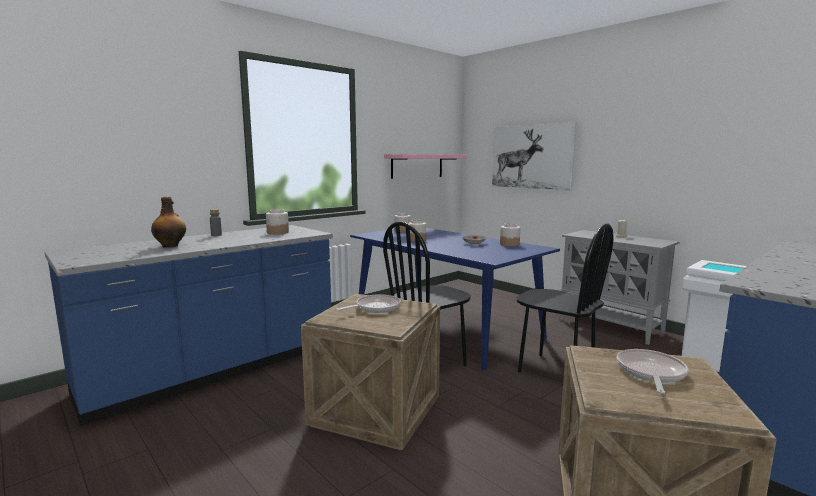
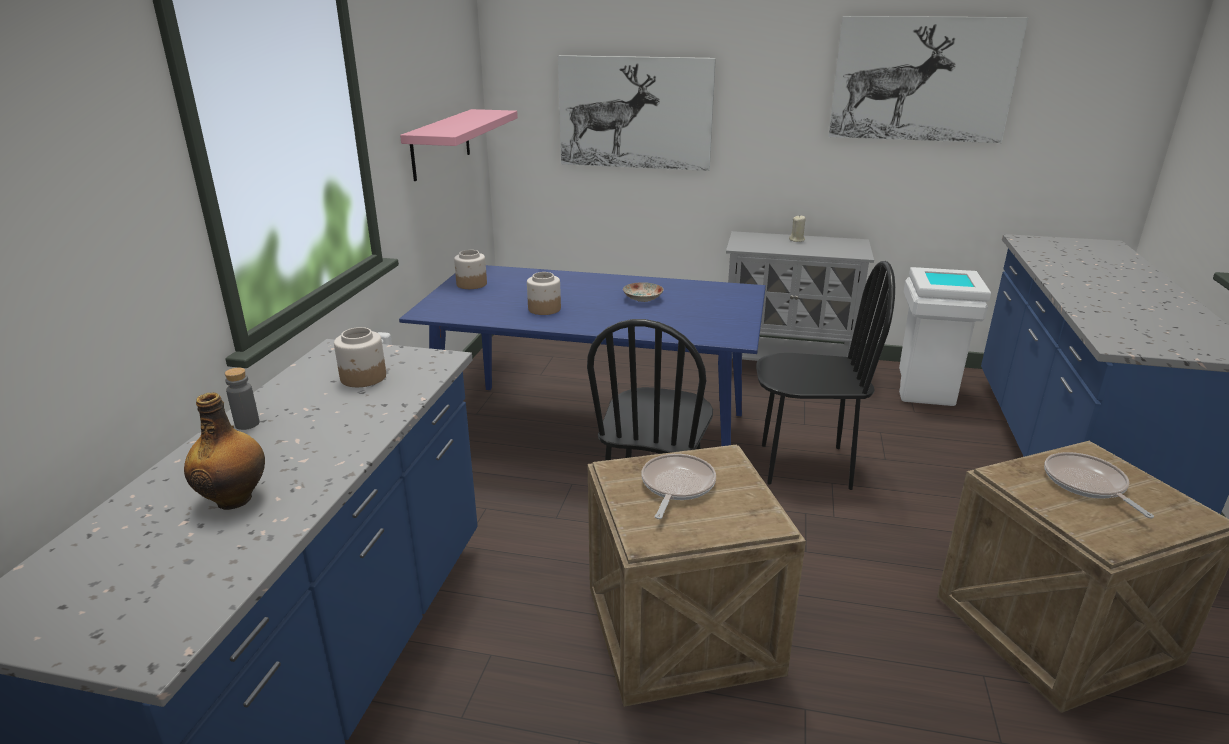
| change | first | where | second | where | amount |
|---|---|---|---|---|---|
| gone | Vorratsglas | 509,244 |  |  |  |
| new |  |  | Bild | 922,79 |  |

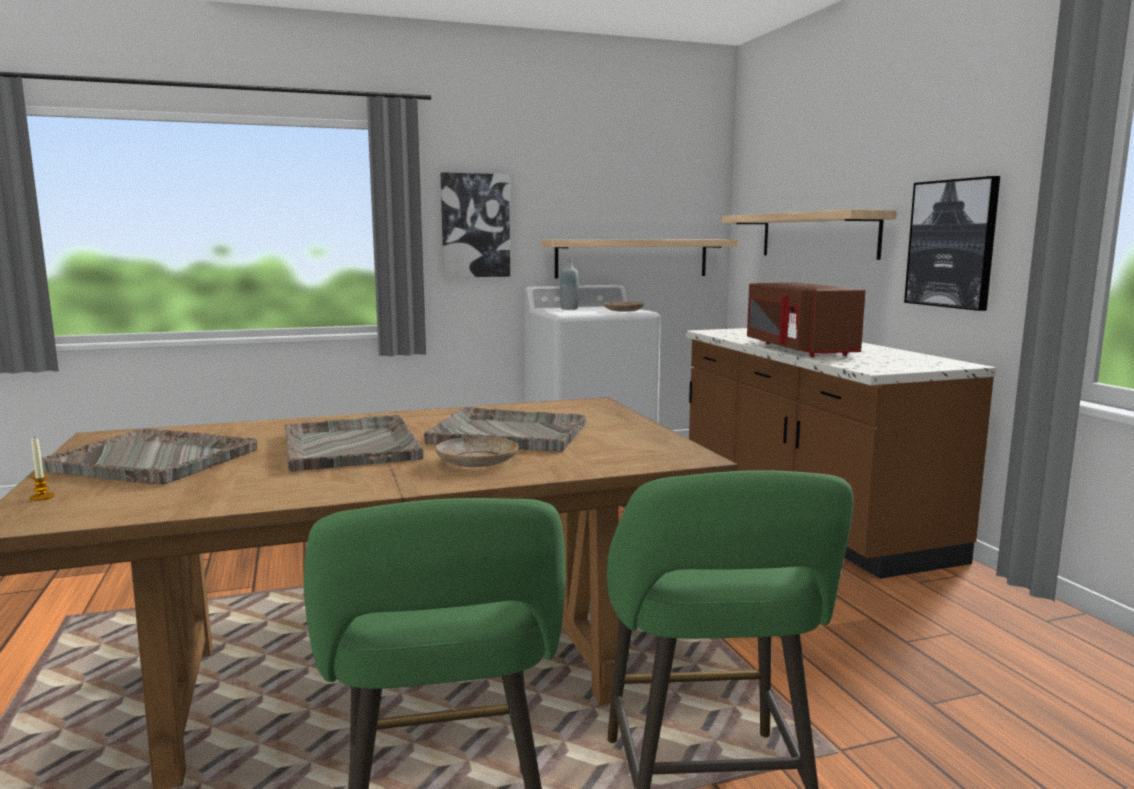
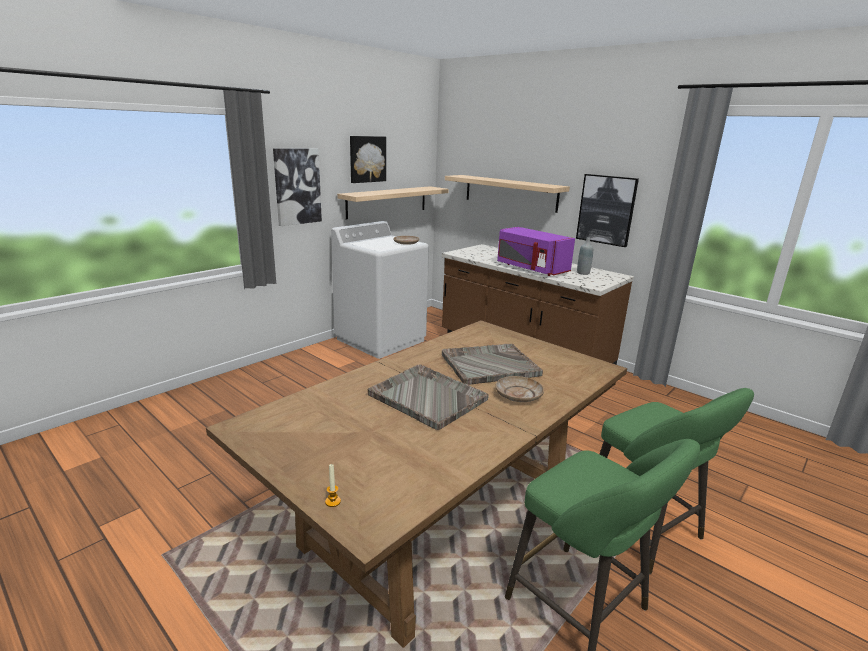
| change | first | where | second | where | amount |
|---|---|---|---|---|---|
| shifted | Flasche [grau] | 569,309 |  | 583,273 |  |
| repainted | Mikrowelle [braun] | 797,349 | Mikrowelle [lila] | 530,268 |  |
| gone | Tablett [grau] | 152,460 |  |  |  |
| new |  |  | Bild | 367,159 |  |

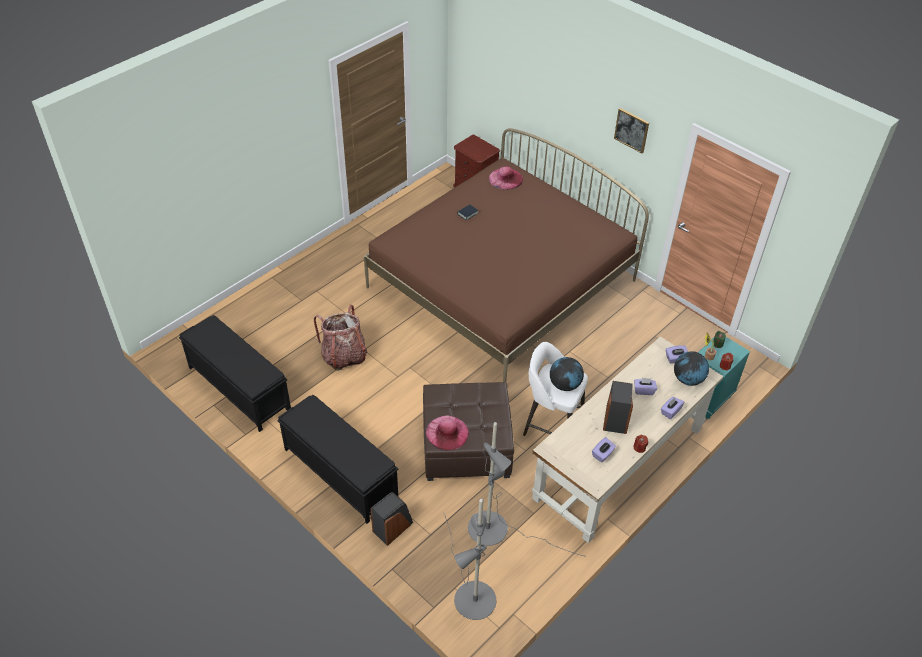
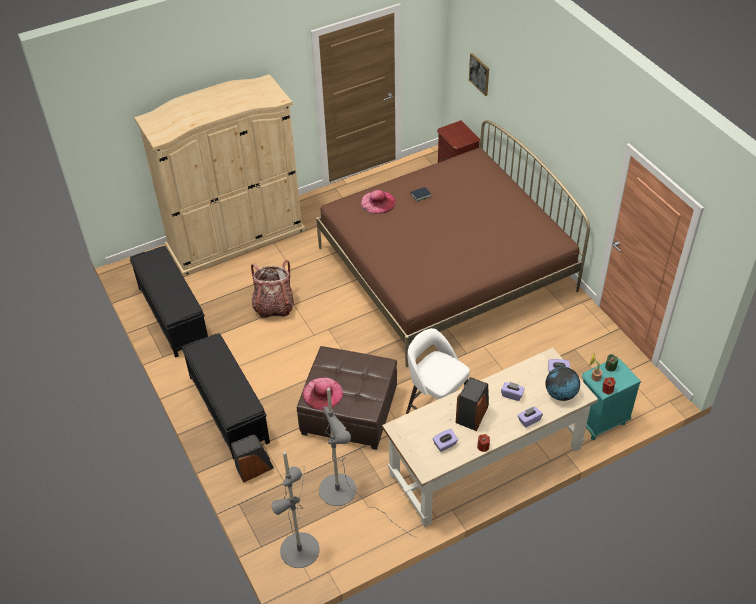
| change | first | where | second | where | amount |
|---|---|---|---|---|---|
| shifted | Bild | 632,130 |  | 479,74 |  |
| shifted | Hut [rosa] | 505,178 |  | 378,202 |  |
| gone | Globus | 565,384 |  |  |  |
| new |  |  | Kleiderschrank [beige] | 235,237 |  |

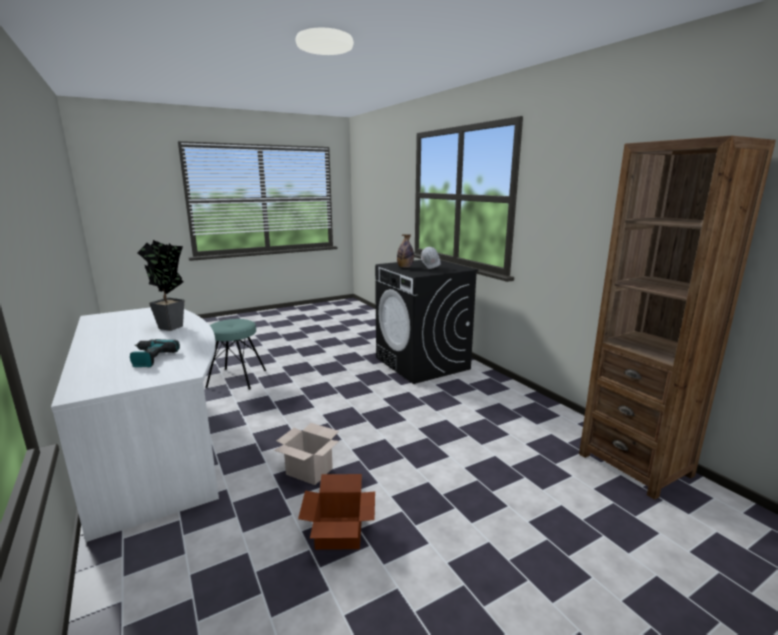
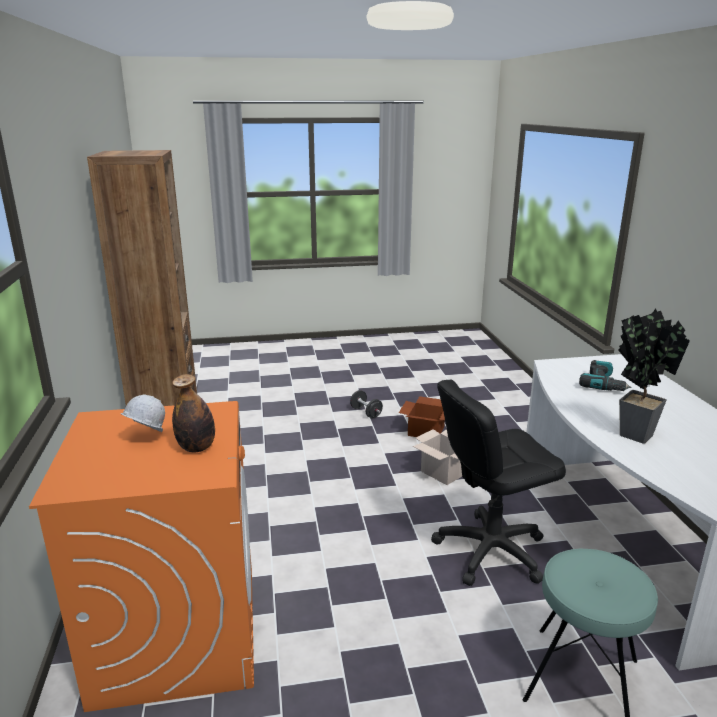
| change | first | where | second | where | amount |
|---|---|---|---|---|---|
| repainted | Waschmaschine [schwarz] | 422,363 | Waschmaschine [orange] | 178,631 |  |
| new |  |  | Bürostuhl [schwarz] | 490,550 |  |
| new |  |  | Hantel [schwarz] | 366,412 |  |

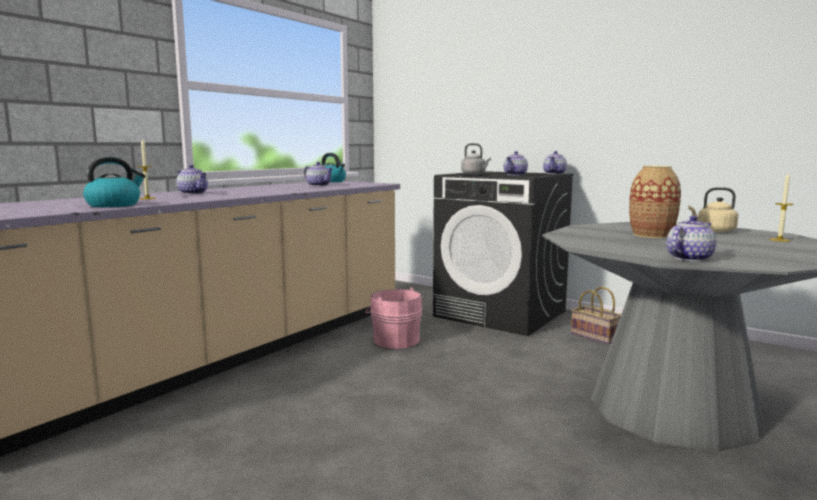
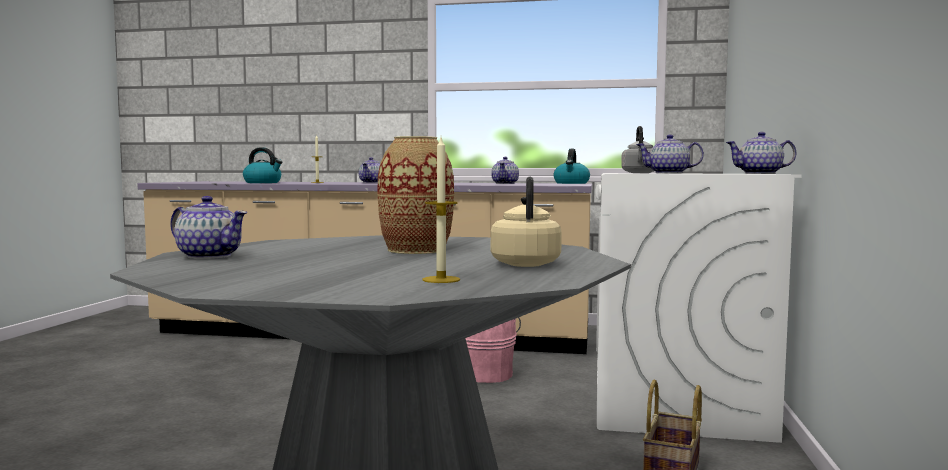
| change | first | where | second | where | amount |
|---|---|---|---|---|---|
| repainted | Waschmaschine [schwarz] | 501,314 | Waschmaschine [weiß] | 677,404 |  |

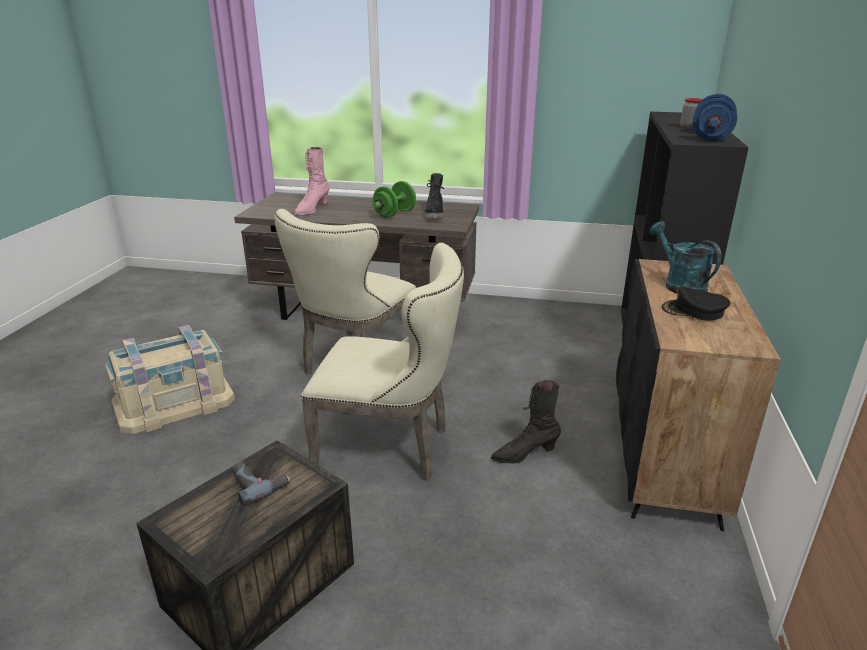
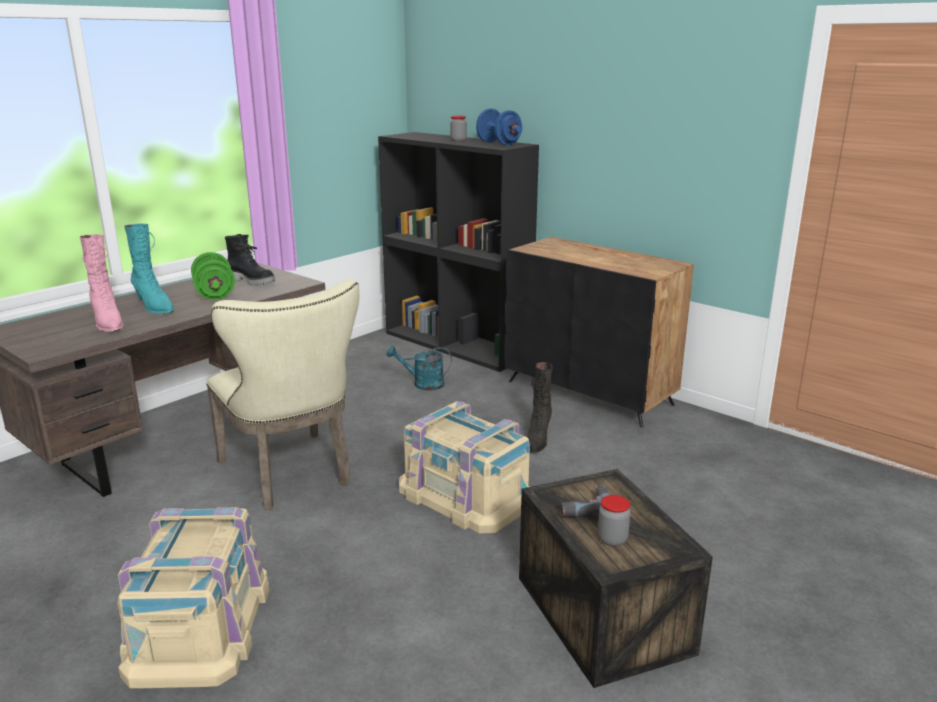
| change | first | where | second | where | amount |
|---|---|---|---|---|---|
| shifted | Gießkanne [türkis] | 679,285 |  | 423,384 |  |
| swapped | Stuhl [beige] | 391,447 | Aufbewahrungsbox [beige] | 466,494 |  |
| gone | Kappe [schwarz] | 694,311 |  |  |  |
| new |  |  | Stiefel [türkis] | 154,306 |  |
| new |  |  | Vorratsglas | 612,539 |  |

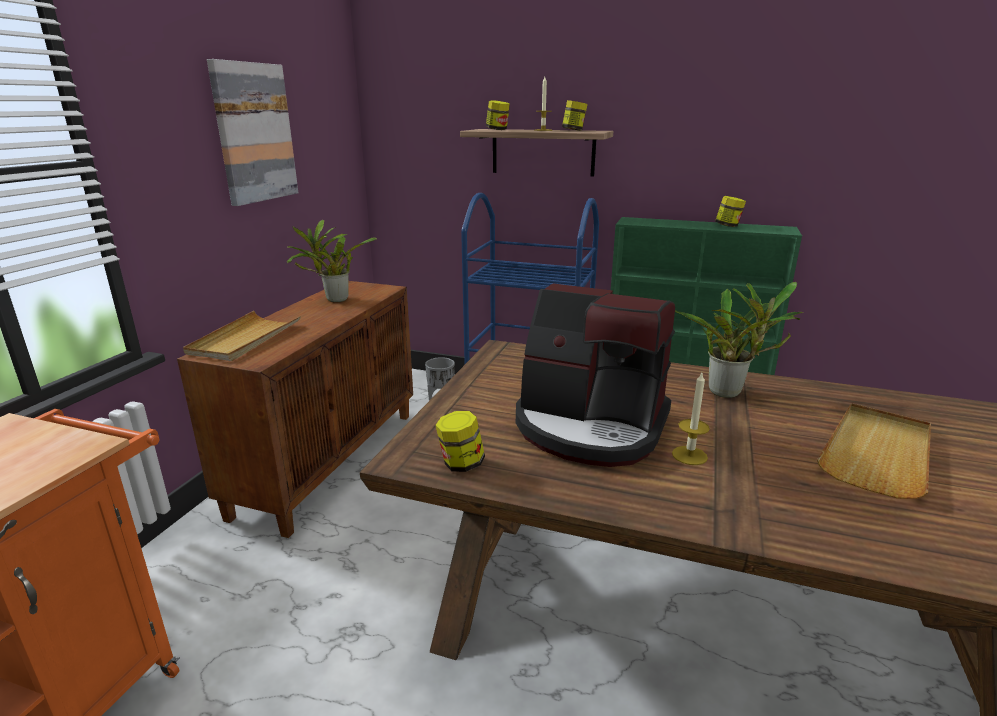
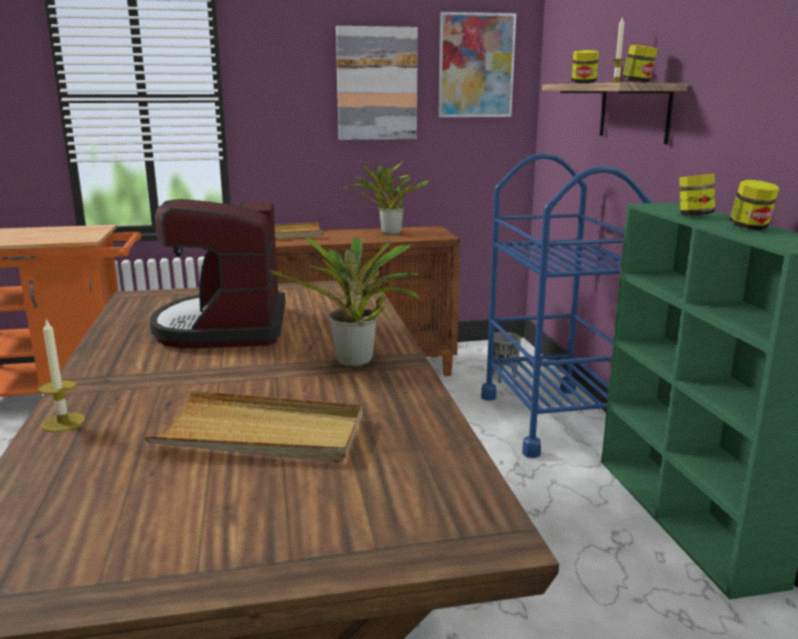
| change | first | where | second | where | amount |
|---|---|---|---|---|---|
| shifted | Kerze | 689,455 |  | 63,422 |  |
| shifted | Vorratsglas | 461,464 |  | 694,215 |  |
| new |  |  | Bild | 476,66 |  |

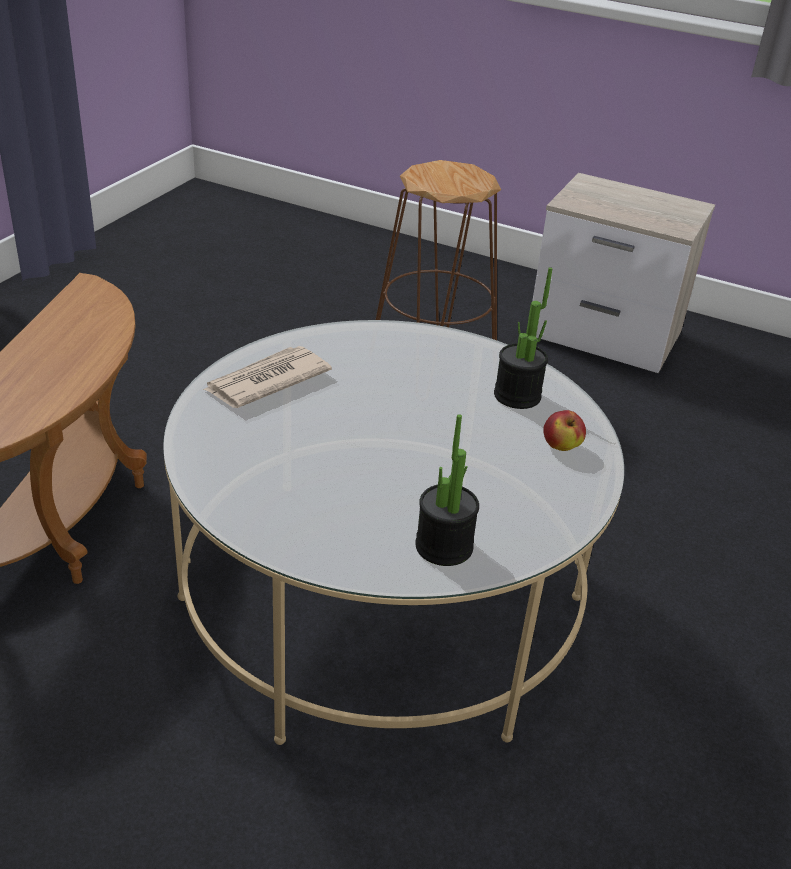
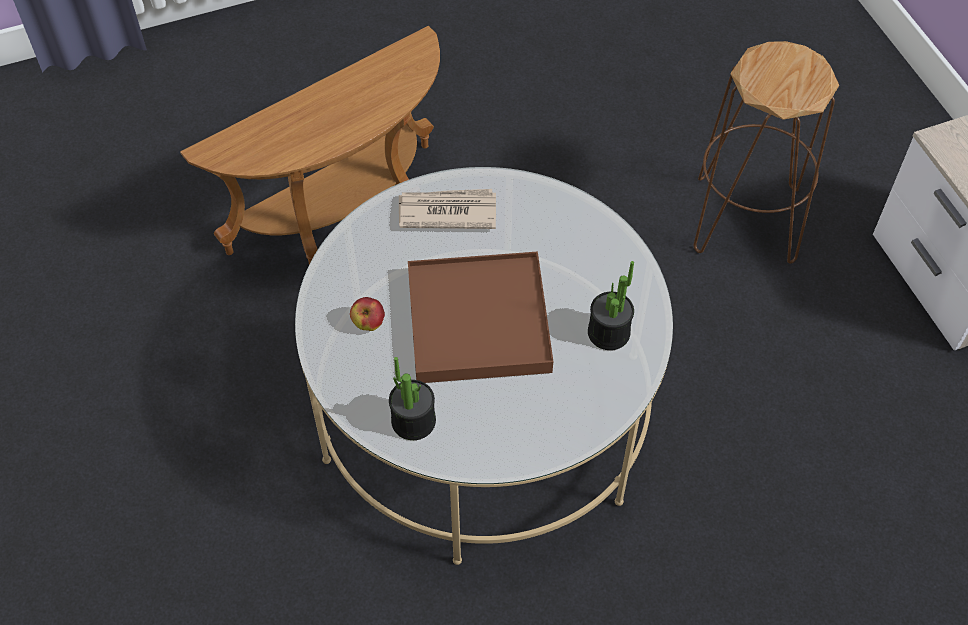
| change | first | where | second | where | amount |
|---|---|---|---|---|---|
| shifted | Apfel | 561,447 |  | 368,323 |  |
| new |  |  | Tablett [braun] | 479,322 |  |

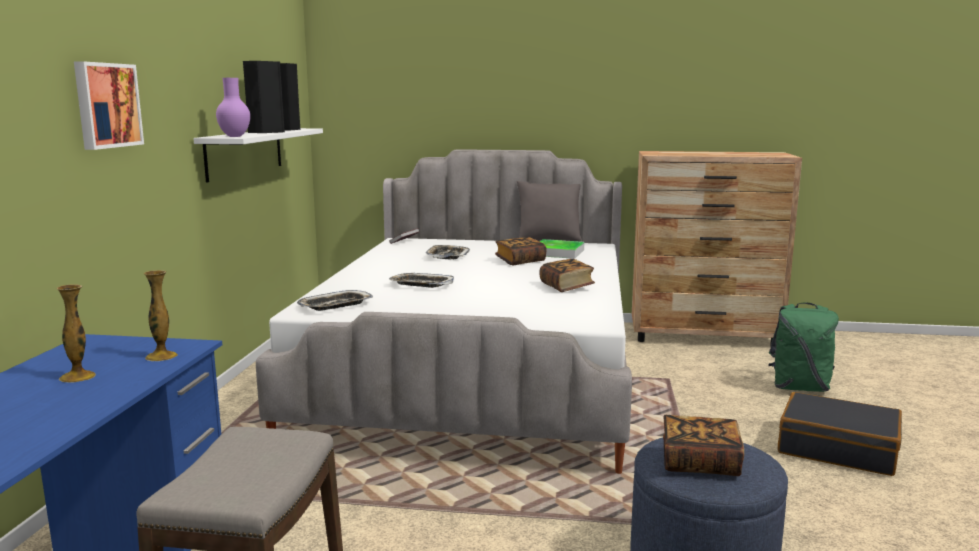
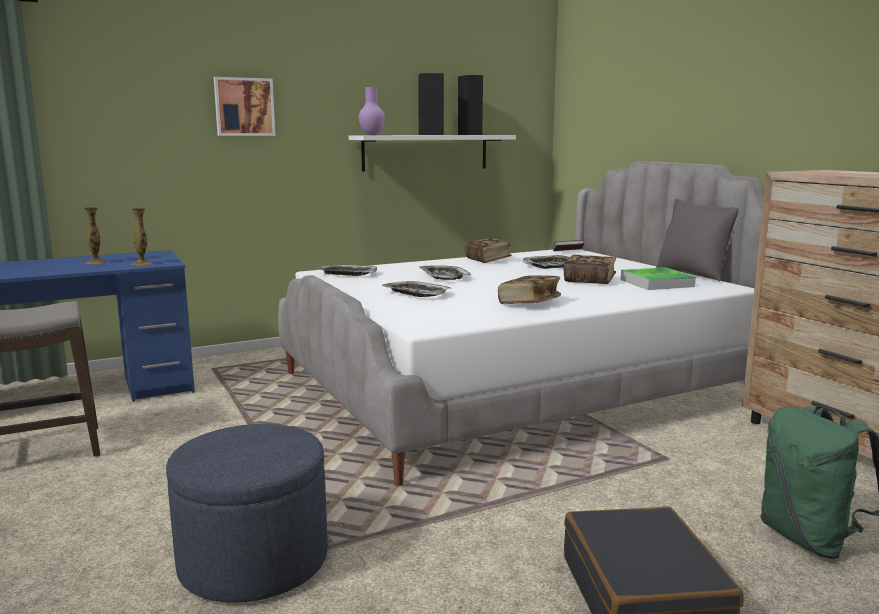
| change | first | where | second | where | amount |
|---|---|---|---|---|---|
| shifted | Buch | 700,463 |  | 488,260 |  |
| new |  |  | Tablett | 415,294 |  |

